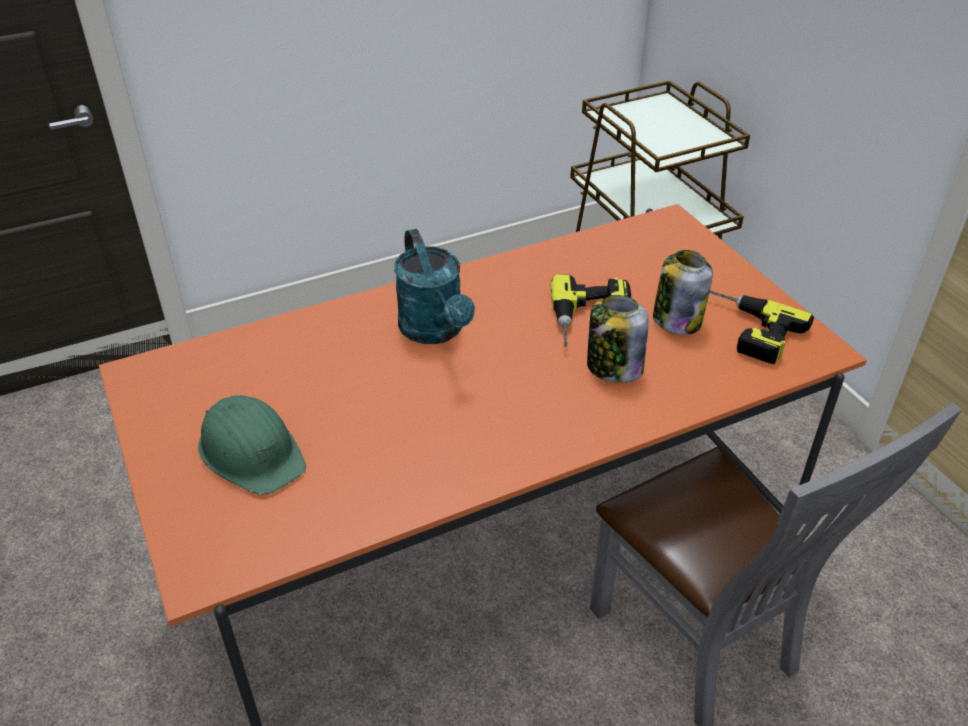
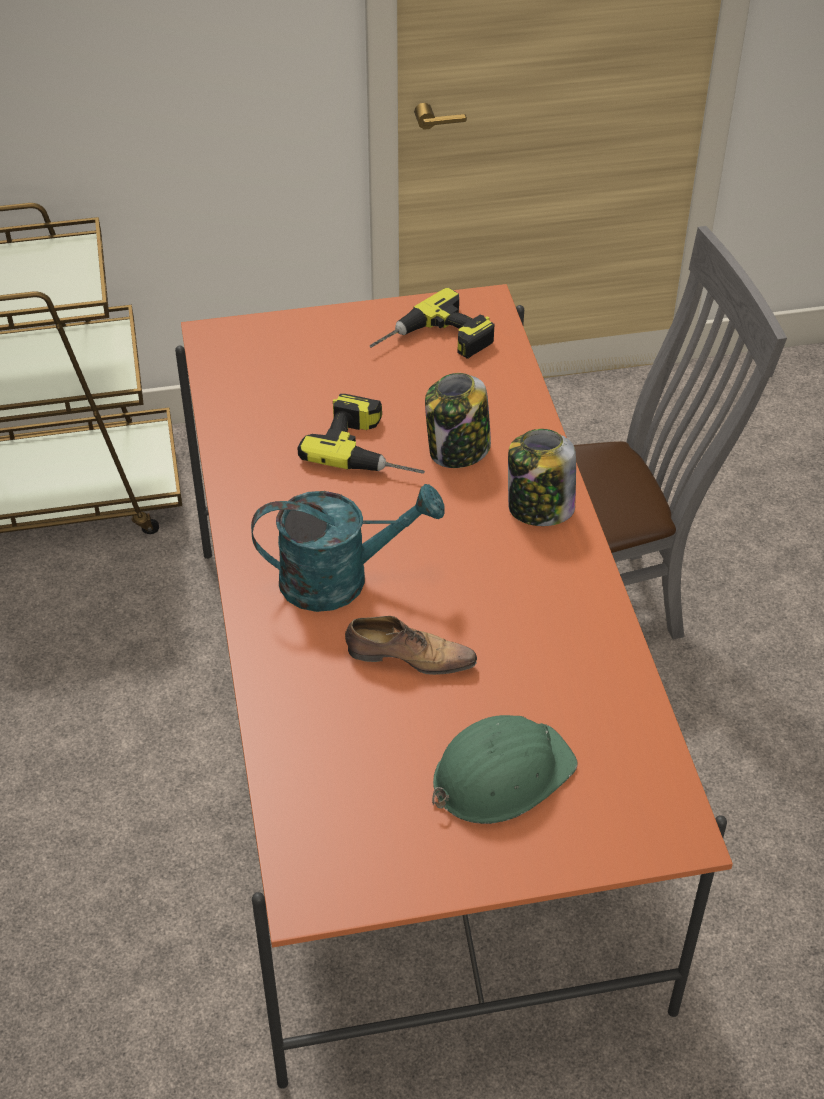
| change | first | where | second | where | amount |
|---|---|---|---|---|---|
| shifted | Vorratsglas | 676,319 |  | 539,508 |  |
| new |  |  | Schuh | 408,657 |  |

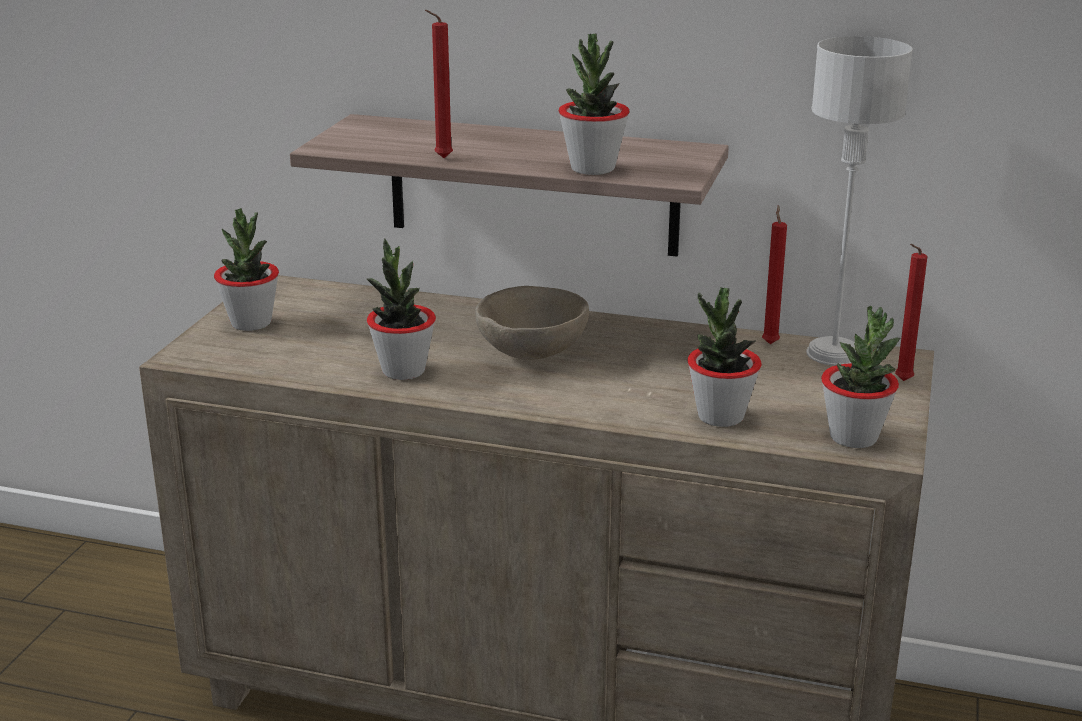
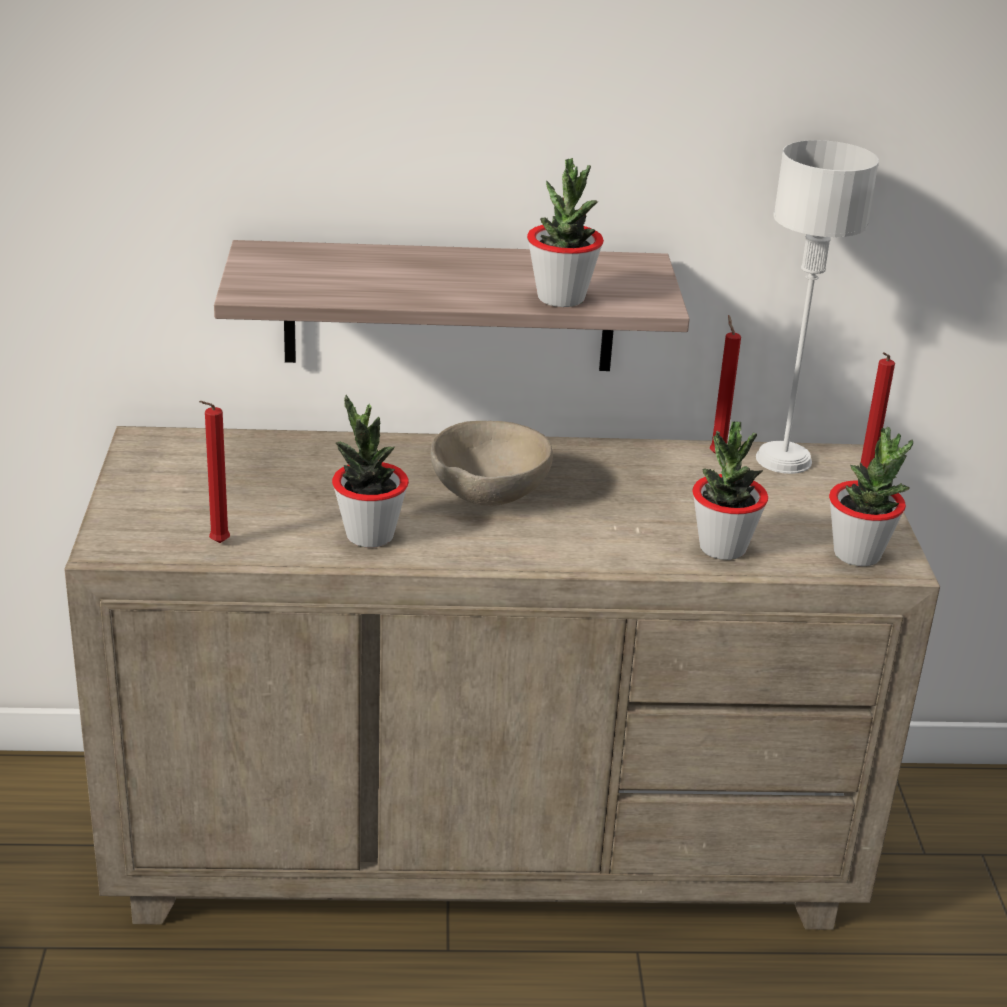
| change | first | where | second | where | amount |
|---|---|---|---|---|---|
| shifted | Kerze [rot] | 441,158 |  | 217,544 |  |
| gone | Topfpflanze | 251,323 |  |  |  |

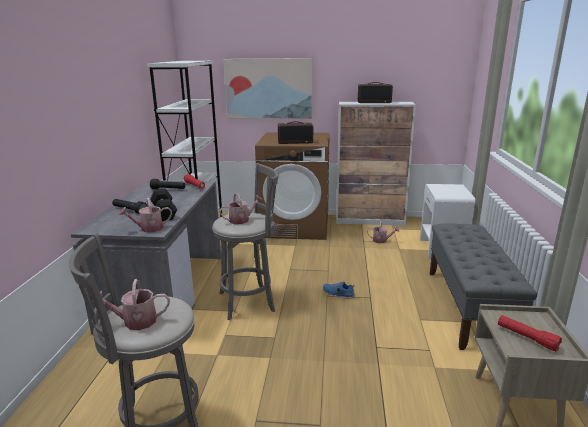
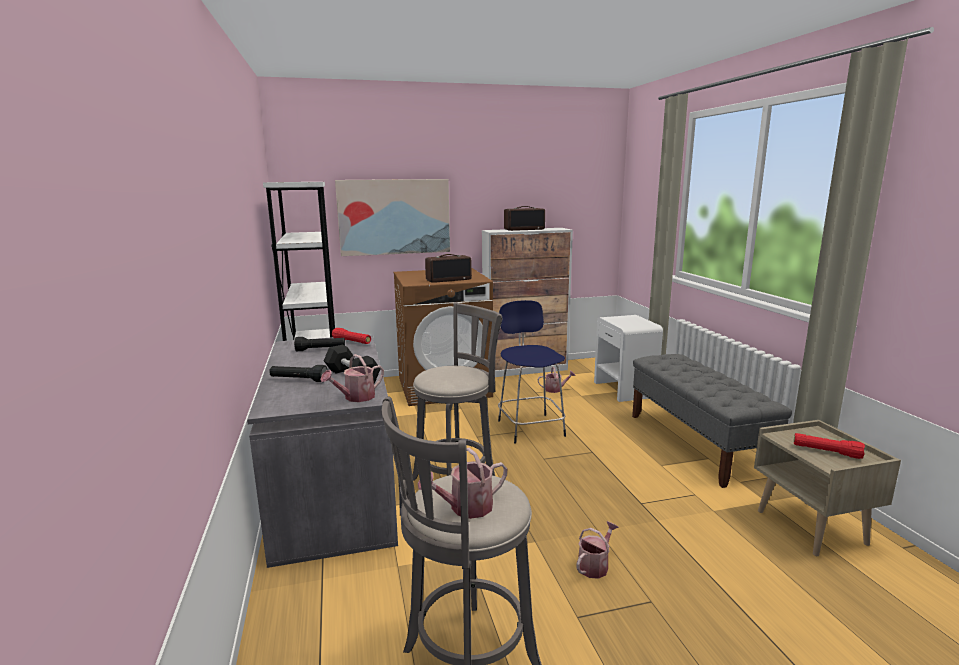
| change | first | where | second | where | amount |
|---|---|---|---|---|---|
| shifted | Gießkanne | 242,220 |  | 595,565 |  |
| gone | Schuh [blau] | 338,294 |  |  |  |
| new |  |  | Hocker [blau] | 530,427 |  |

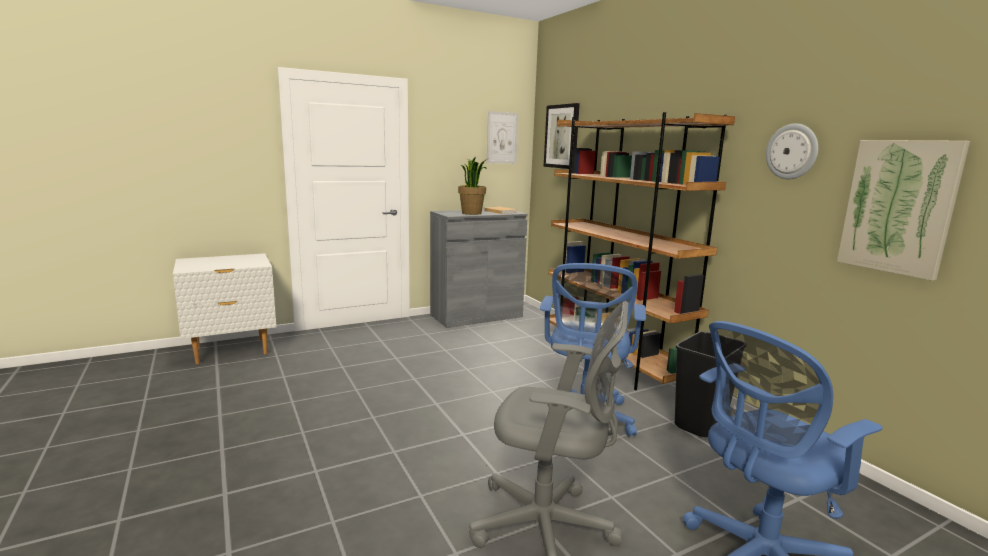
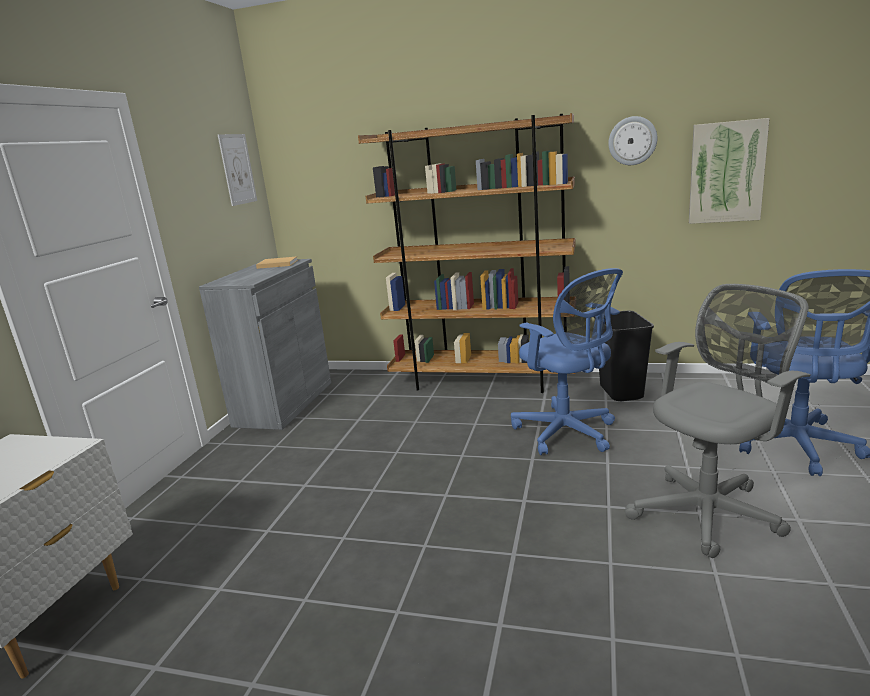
| change | first | where | second | where | amount |
|---|---|---|---|---|---|
| gone | Bild | 562,136 |  |  |  |
| gone | Topfpflanze | 472,213 |  |  |  |

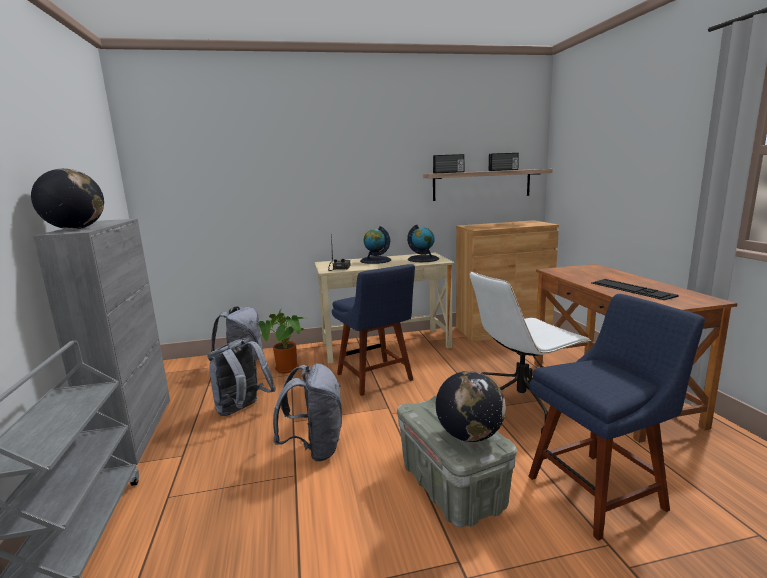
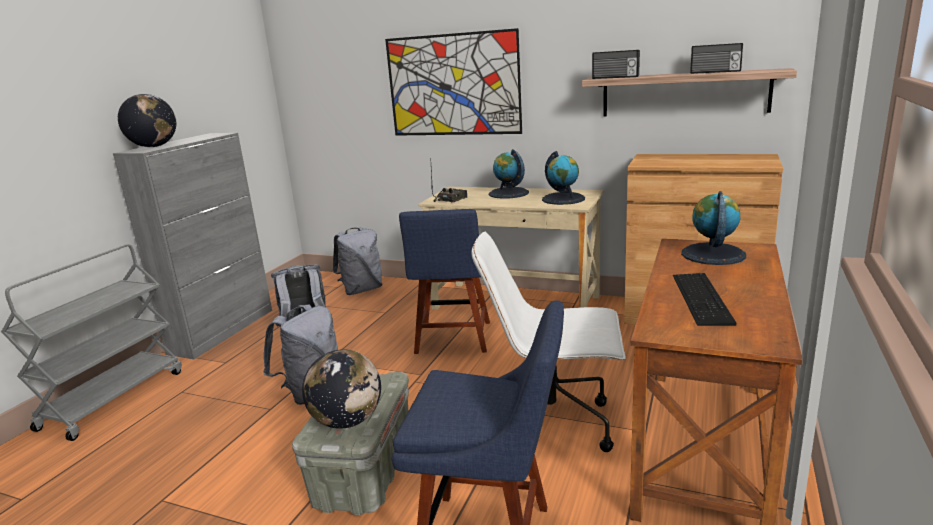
| change | first | where | second | where | amount |
|---|---|---|---|---|---|
| gone | Topfpflanze | 288,370 |  |  |  |
| new |  |  | Bild | 453,85 |  |
| new |  |  | Globus | 712,254 |  |

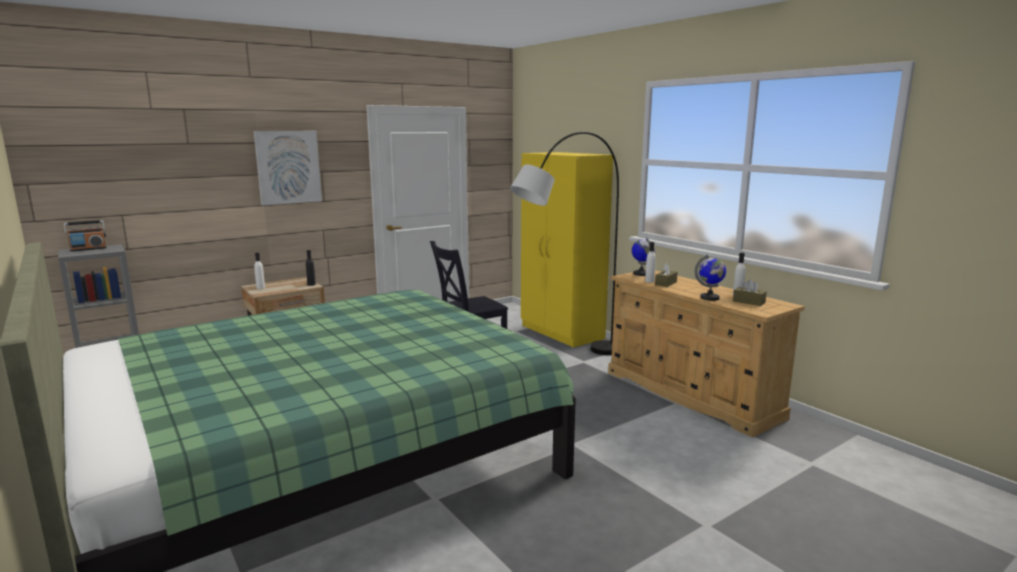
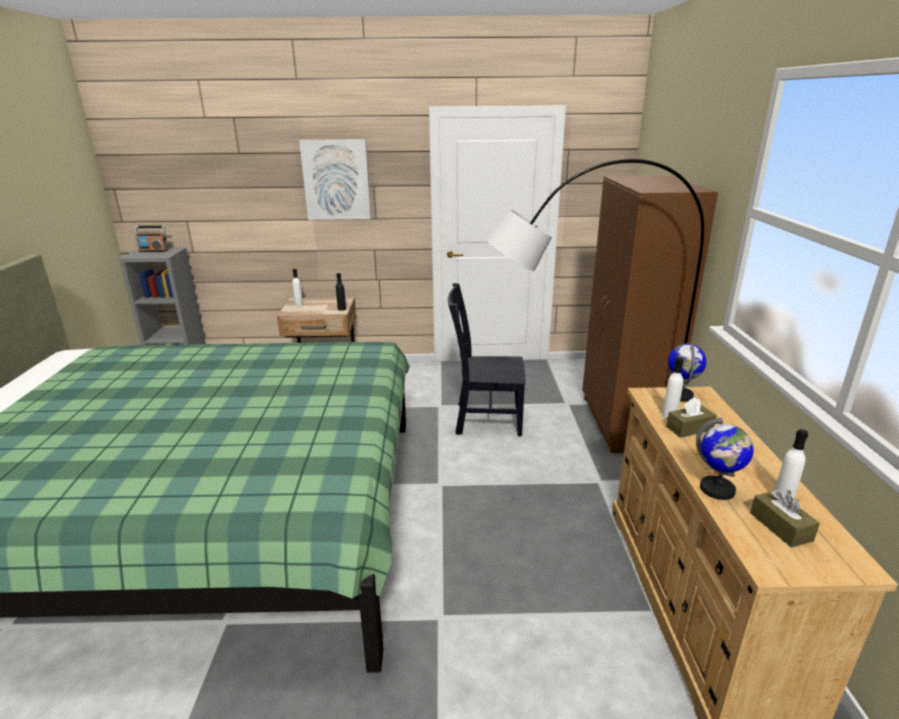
| change | first | where | second | where | amount |
|---|---|---|---|---|---|
| repainted | Kleiderschrank [gelb] | 562,332 | Kleiderschrank [braun] | 622,423 |  |

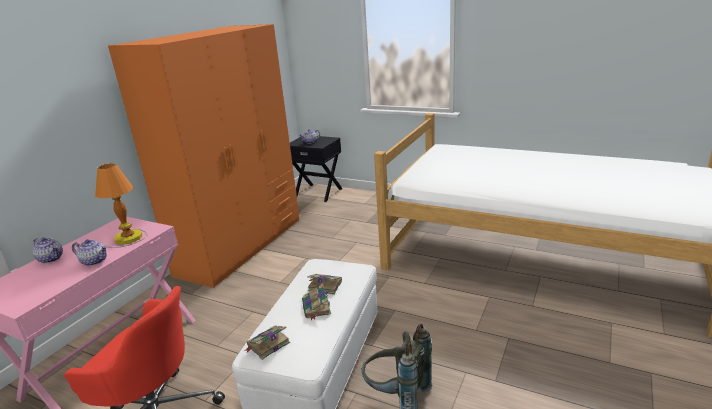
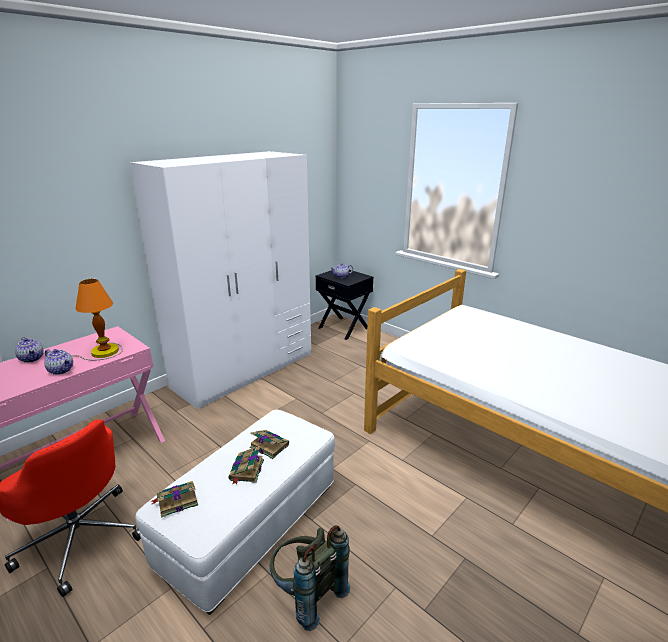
| change | first | where | second | where | amount |
|---|---|---|---|---|---|
| repainted | Kleiderschrank [orange] | 242,245 | Kleiderschrank [weiß] | 245,370 |  |

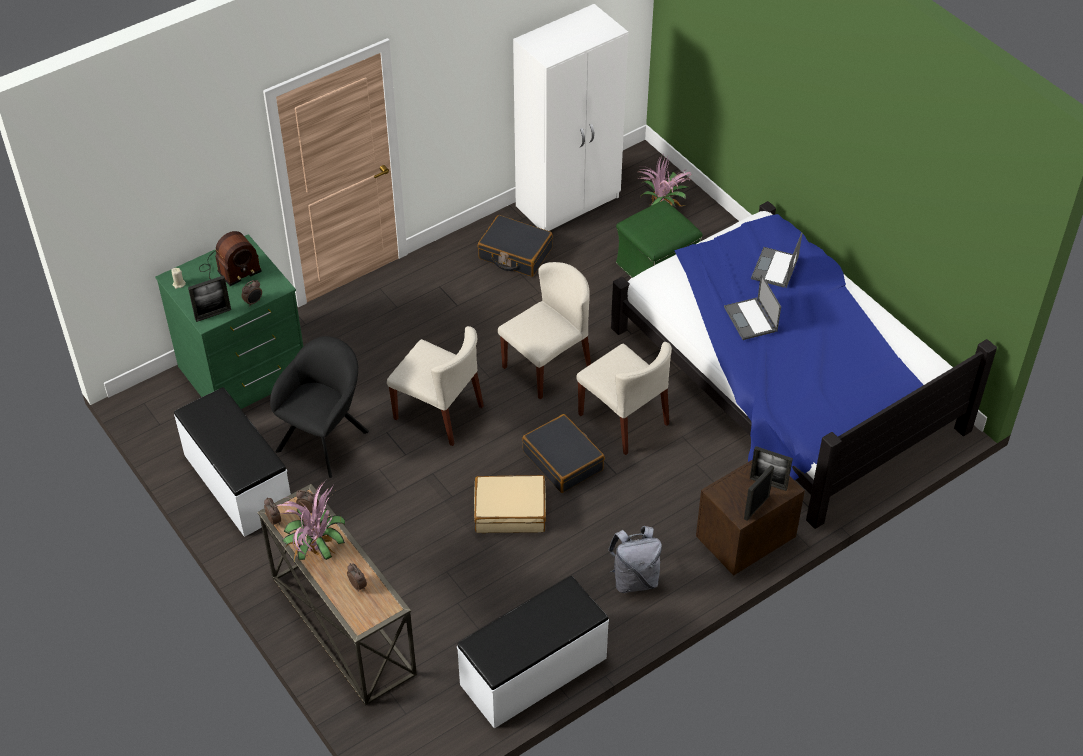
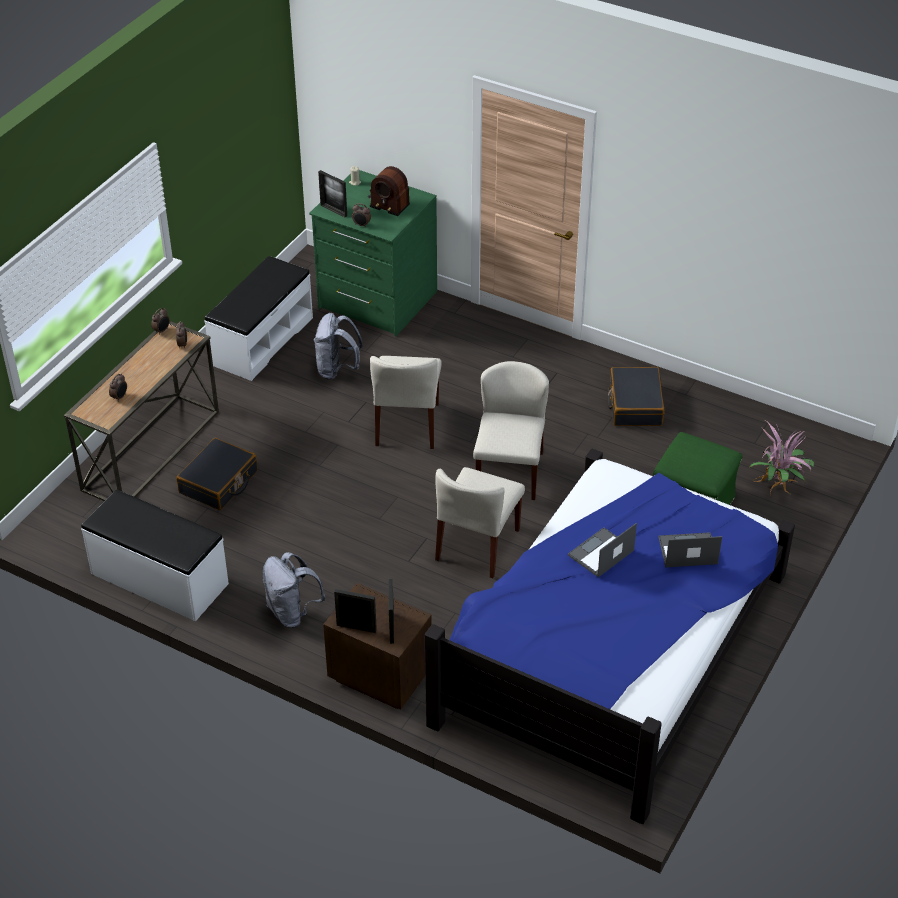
| change | first | where | second | where | amount |
|---|---|---|---|---|---|
| gone | Kleiderschrank [weiß] | 569,202 |  |  |  |
| rotated | Stuhl [beige] | 546,365 |  | 509,472 | 105 degrees counterclockwise |
| swapped | Sessel [schwarz] | 325,438 | Rucksack [grau] | 337,370 |  |
| shifted | Koffer [schwarz] | 563,460 |  | 218,482 |  |
| gone | Koffer [beige] | 510,511 |  |  |  |
| gone | Topfpflanze | 315,551 |  |  |  |

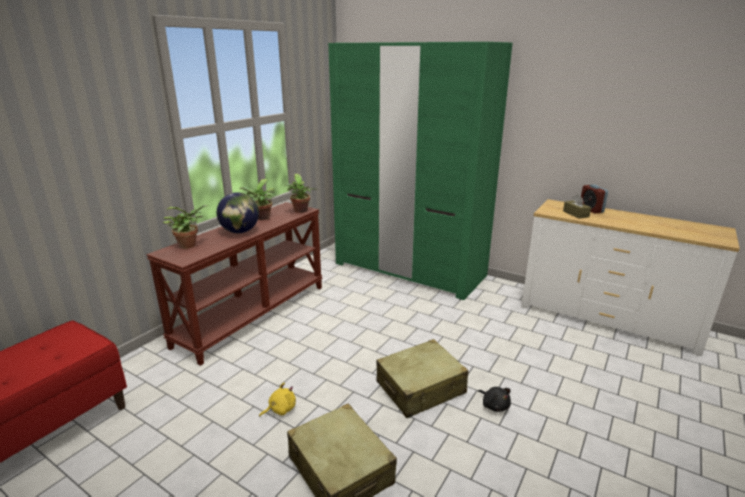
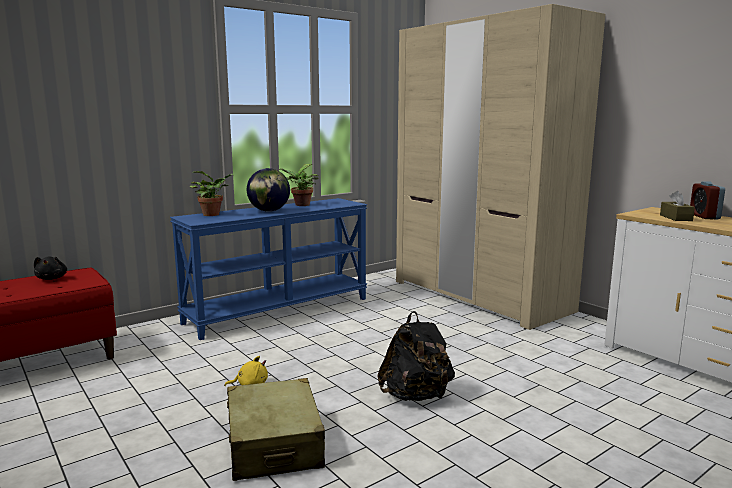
| change | first | where | second | where | amount |
|---|---|---|---|---|---|
| repainted | Kleiderschrank [grün] | 409,269 | Kleiderschrank [beige] | 479,296 |  |
| gone | Topfpflanze | 301,211 |  |  |  |
| repainted | Konsolentisch [braun] | 253,314 | Konsolentisch [blau] | 278,310 |  |
| swapped | Koffer [beige] | 421,388 | Rucksack [schwarz] | 416,396 |  |
| shifted | Plüschtier [schwarz] | 494,405 |  | 52,278 |  |

